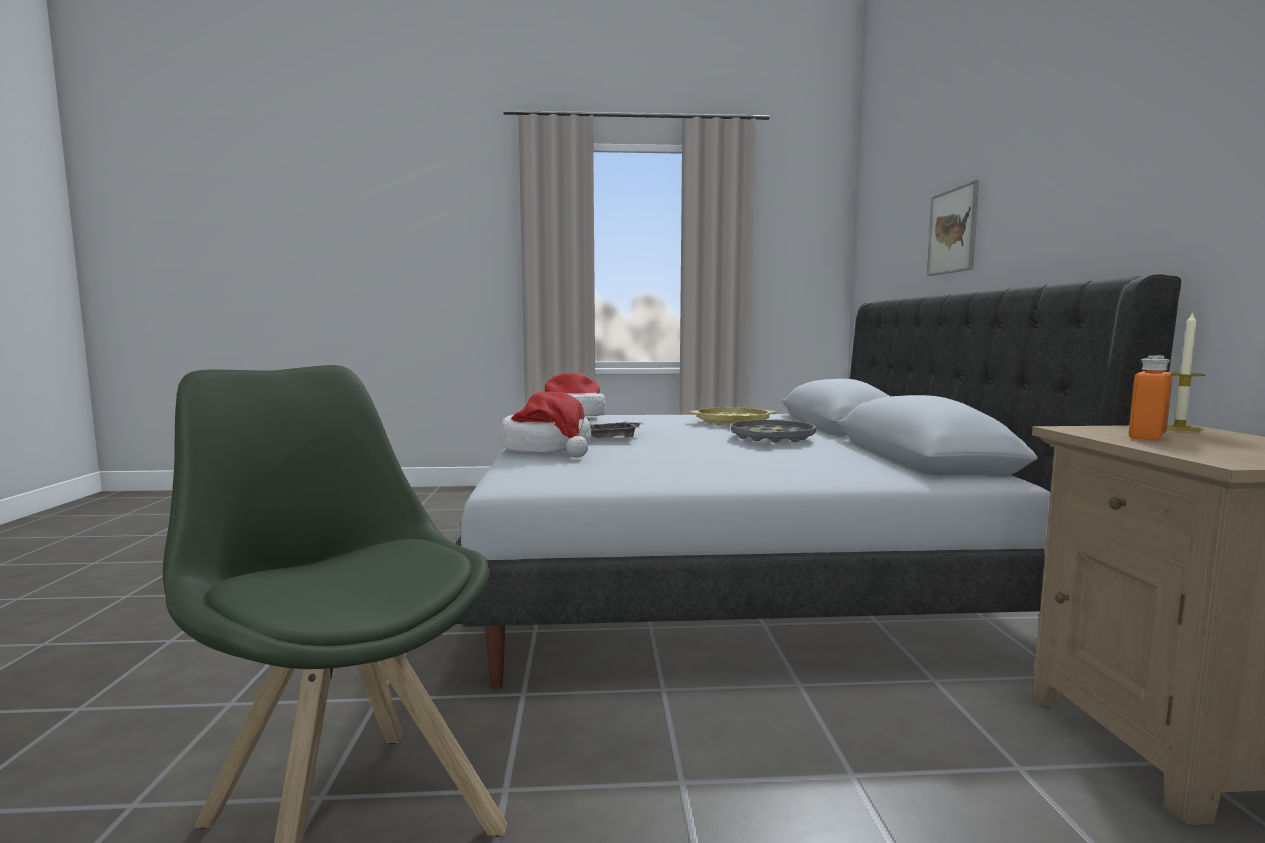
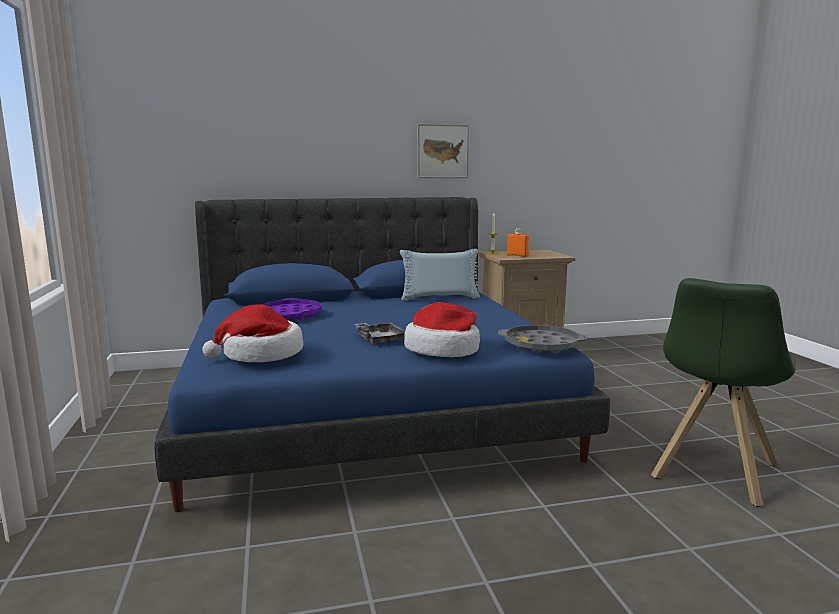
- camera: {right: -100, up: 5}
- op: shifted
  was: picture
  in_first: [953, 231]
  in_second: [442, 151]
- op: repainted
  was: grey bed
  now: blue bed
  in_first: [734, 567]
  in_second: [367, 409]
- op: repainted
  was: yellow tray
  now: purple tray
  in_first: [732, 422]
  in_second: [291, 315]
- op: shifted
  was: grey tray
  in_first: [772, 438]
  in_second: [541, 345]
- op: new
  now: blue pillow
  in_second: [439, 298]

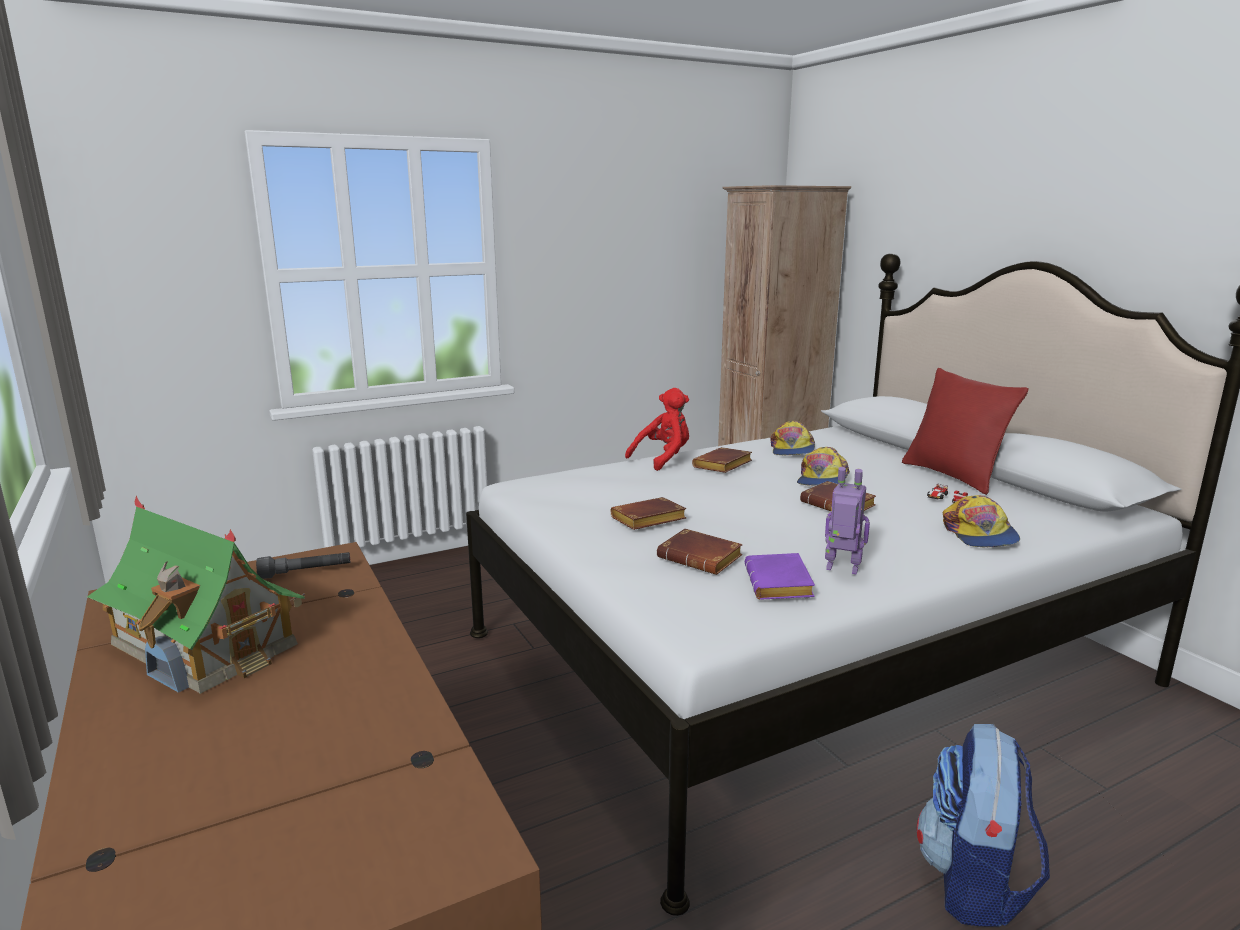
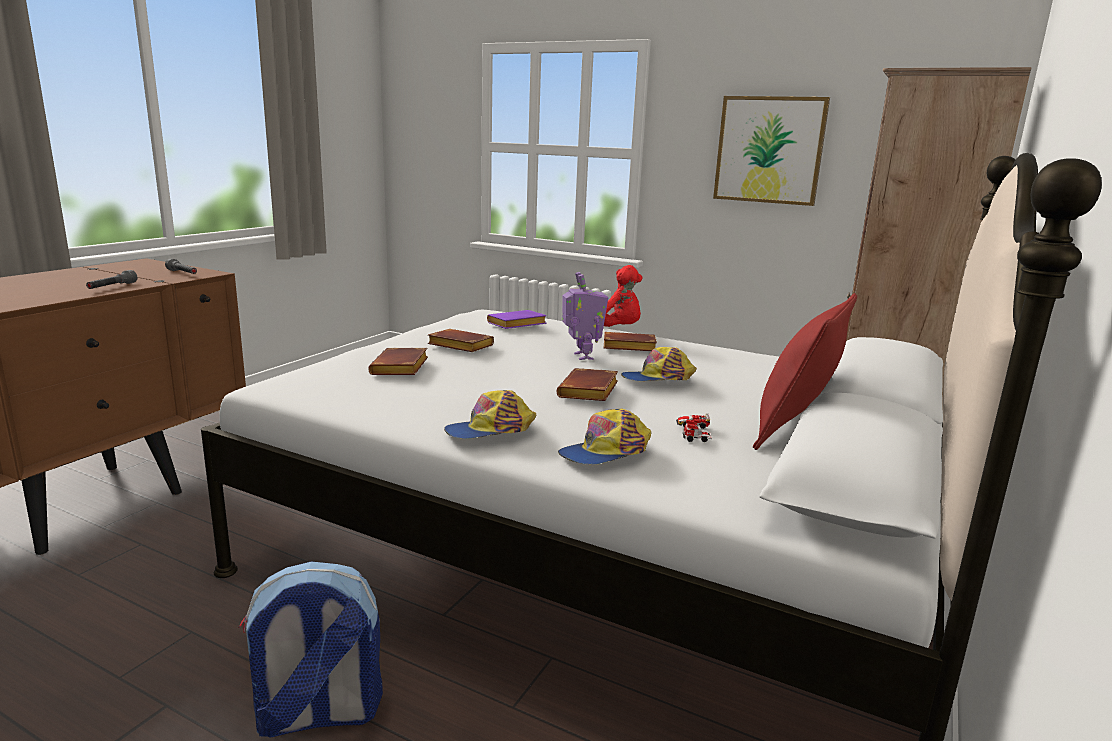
- camera: {right: 55, up: 0}
- op: shifted
  was: cap
  in_first: [792, 449]
  in_second: [491, 431]
- op: shifted
  was: toy robot
  in_first: [842, 569]
  in_second: [582, 356]
- op: gone
  was: toy house
  in_first: [205, 644]
- op: shifted
  was: purple book
  in_first: [781, 585]
  in_second: [516, 325]
- op: new
  now: picture
  in_second: [769, 150]
- op: new
  now: grey flashlight
  in_second: [112, 287]

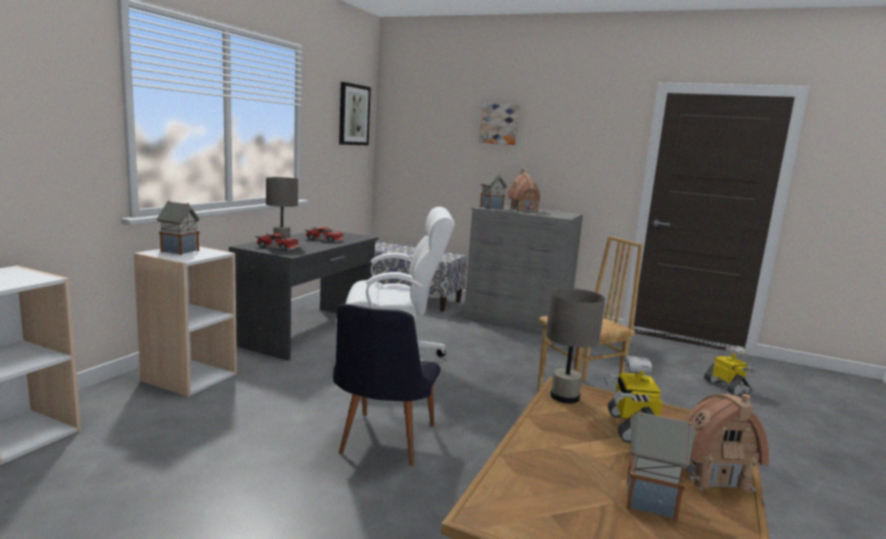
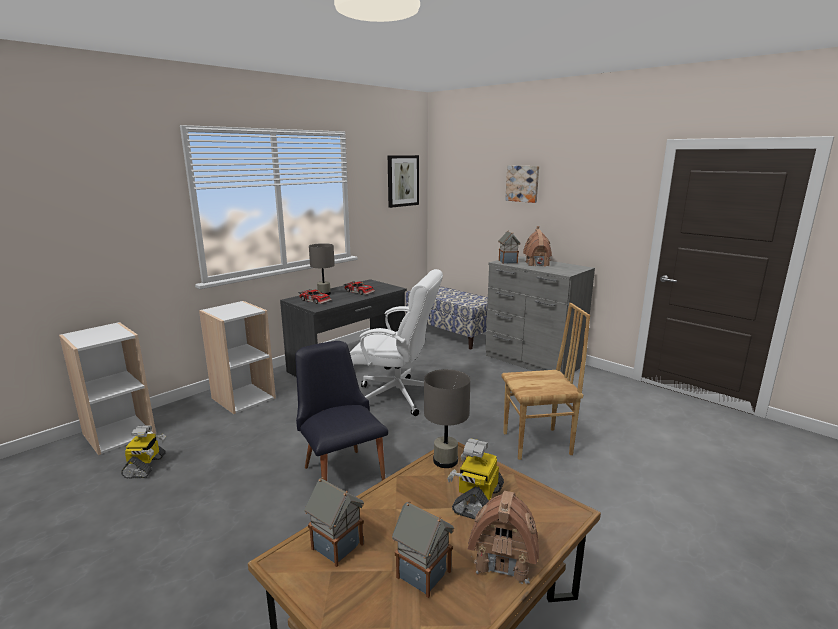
- camera: {right: 20, up: 5}
- op: shifted
  was: toy house
  in_first: [179, 251]
  in_second: [336, 546]
- op: rotated
  was: black chair
  in_first: [382, 443]
  in_second: [341, 470]
  clockwise: 120
- op: shifted
  was: toy robot
  in_first: [727, 387]
  in_second: [146, 466]

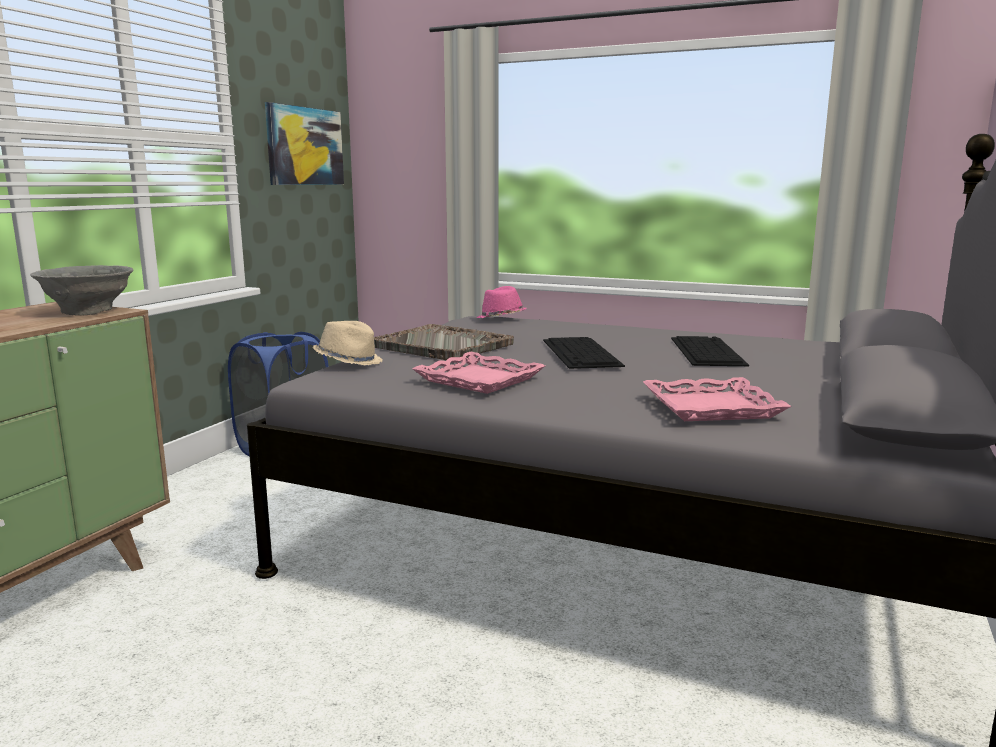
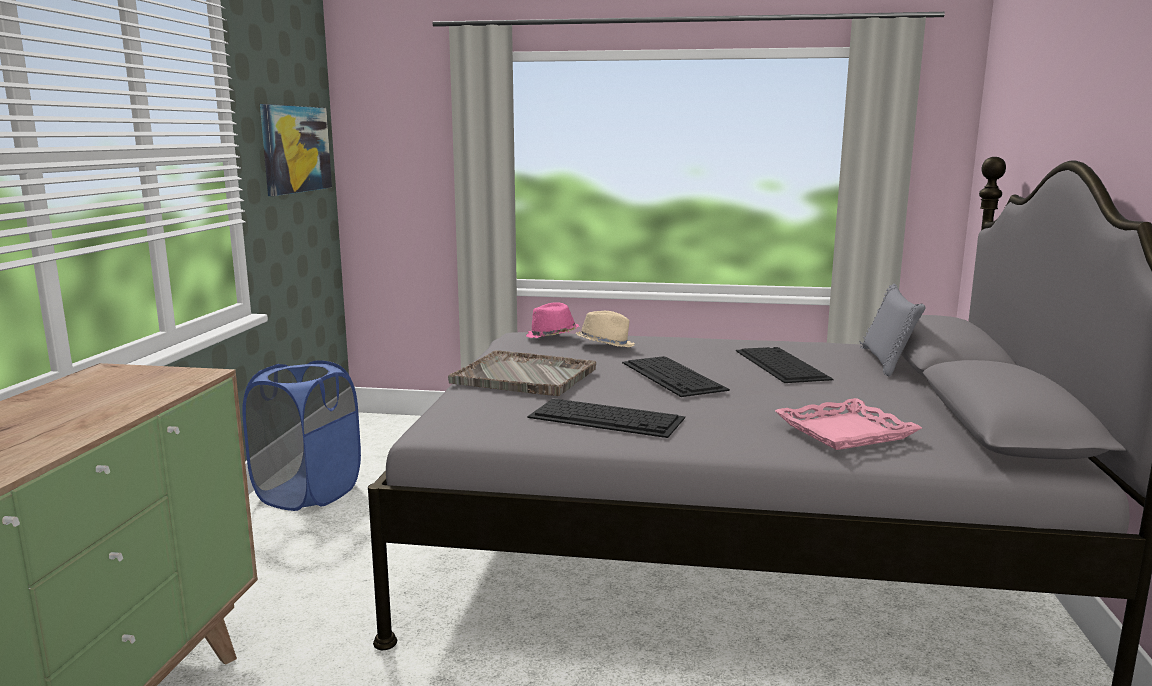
- camera: {right: -15, up: 0}
- op: gone
  was: grey bowl
  in_first: [88, 311]
- op: shifted
  was: beige hat
  in_first: [349, 361]
  in_second: [605, 345]
- op: swapped
  was: pink tray
  now: keyboard
  in_first: [480, 379]
  in_second: [608, 417]
- op: new
  now: grey pillow
  in_second: [887, 362]

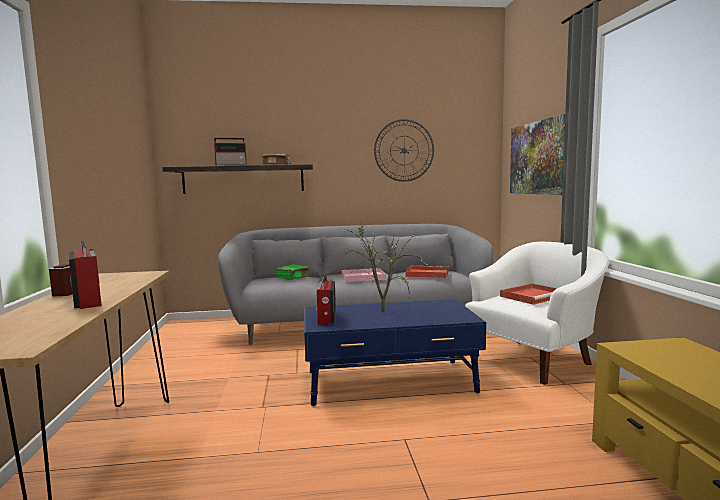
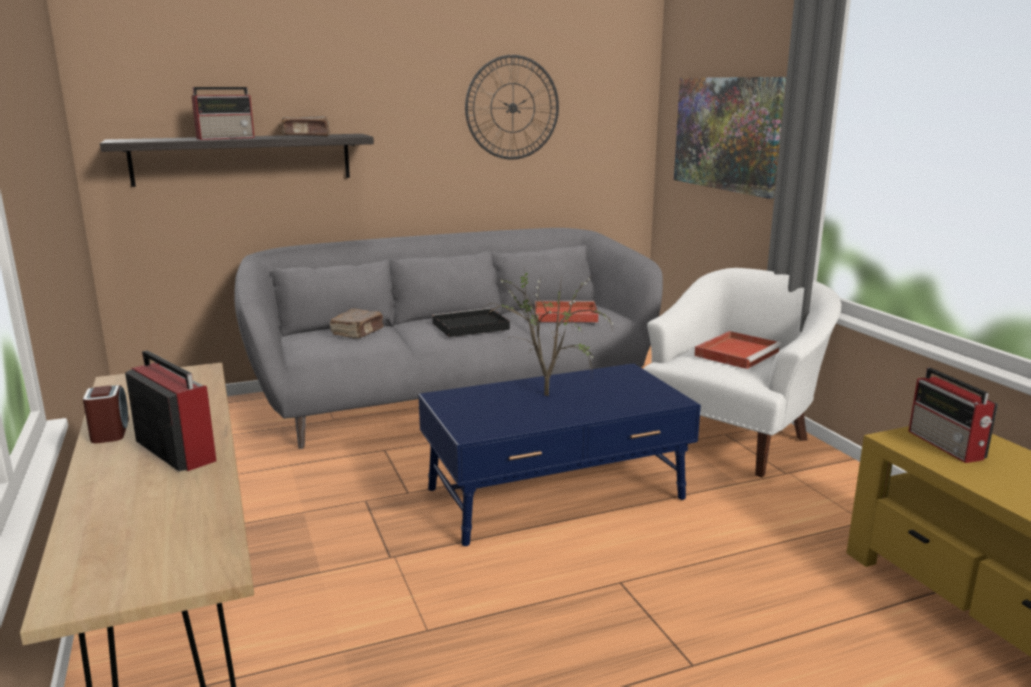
- camera: {right: -15, up: 10}
- op: repainted
  was: green book
  now: brown book
  in_first: [293, 277]
  in_second: [358, 332]
- op: repainted
  was: pink tray
  now: black tray
  in_first: [362, 277]
  in_second: [469, 326]
- op: shifted
  was: radio
  in_first: [326, 318]
  in_second: [947, 446]

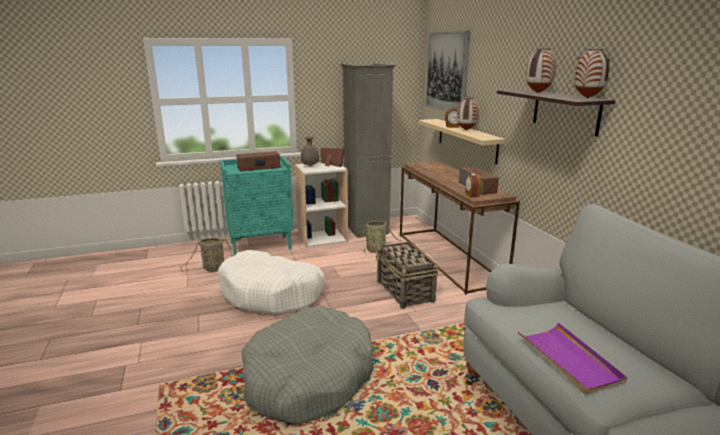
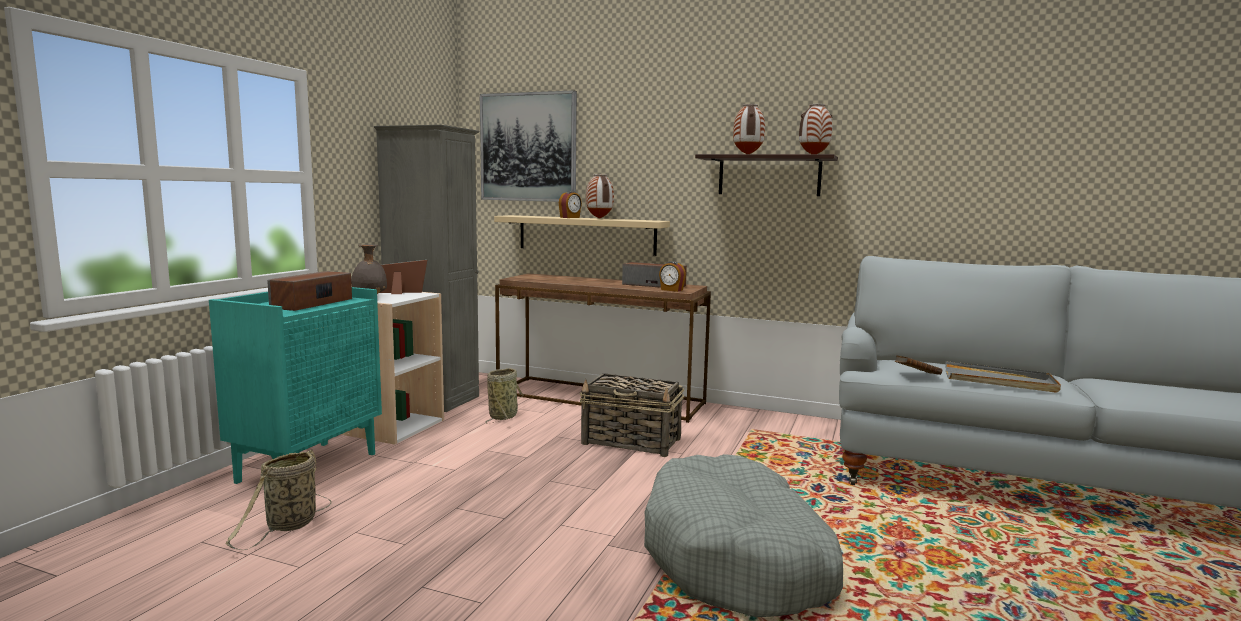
- camera: {right: -50, up: -10}
- op: gone
  was: white dog bed
  in_first: [271, 294]
- op: repainted
  was: purple tray
  now: grey tray
  in_first: [569, 360]
  in_second: [999, 381]
- op: new
  now: brown book
  in_second: [917, 375]

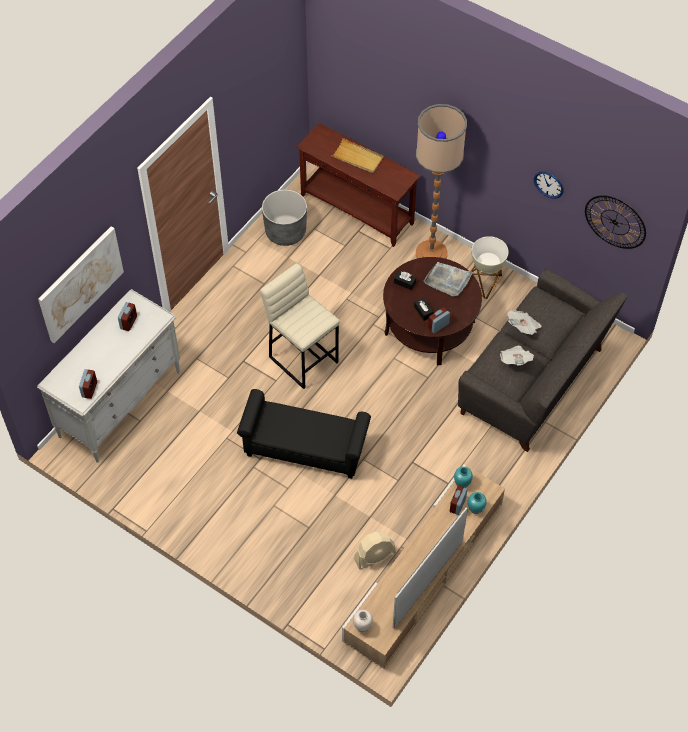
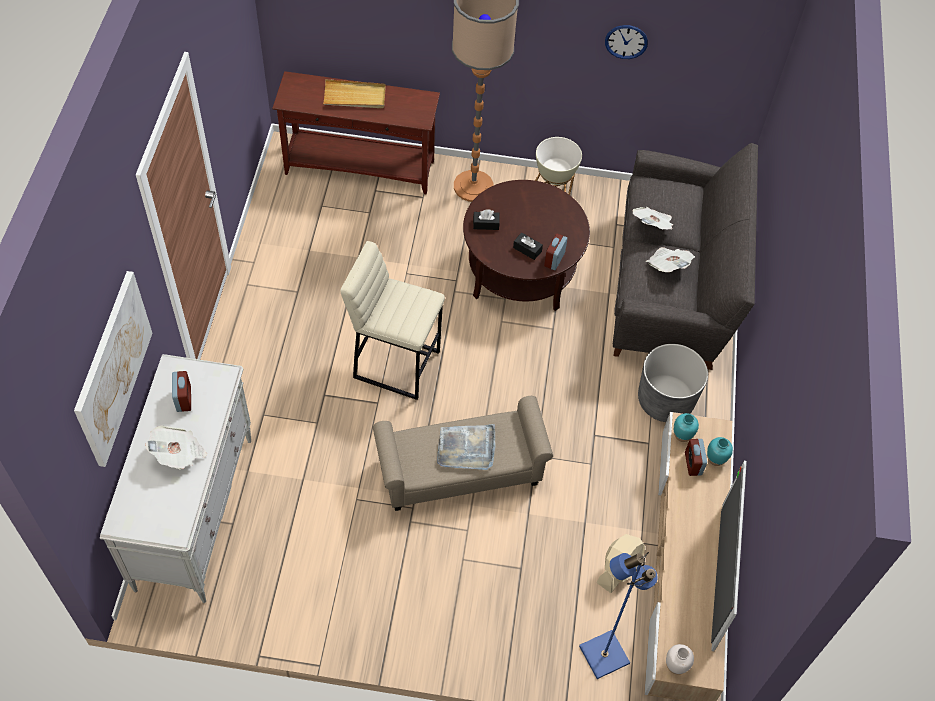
- camera: {right: -30, up: 0}
- op: shifted
  was: grey planter
  in_first: [285, 232]
  in_second: [665, 400]
- op: gone
  was: wall clock
  in_first: [615, 222]
- op: shifted
  was: grey tray
  in_first: [447, 280]
  in_second: [466, 448]
- op: gone
  was: alarm clock
  in_first: [89, 389]
- op: repainted
  was: black ottoman
  now: beige ottoman
  in_first: [305, 448]
  in_second: [460, 471]
- op: new
  now: newspaper
  in_second: [179, 454]
- op: new
  now: blue floor lamp
  in_second: [604, 655]

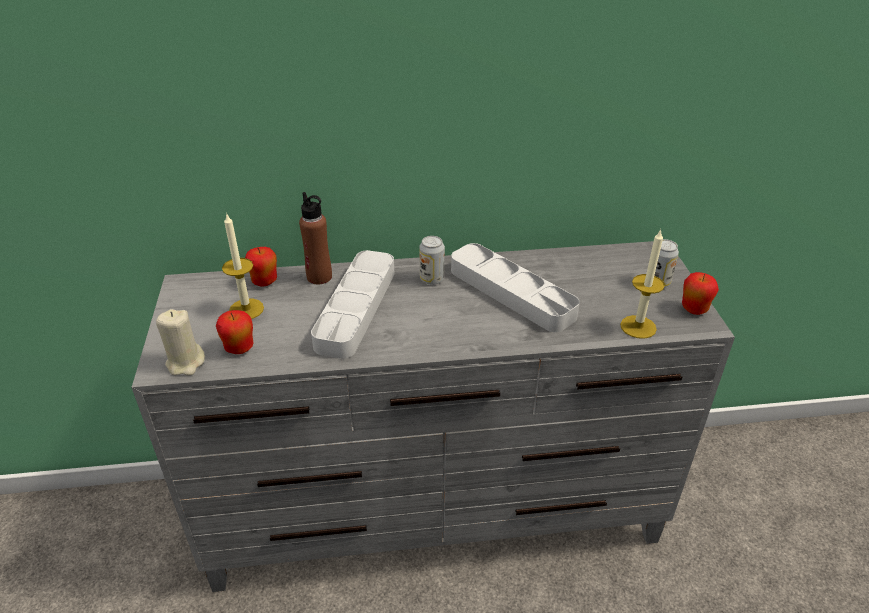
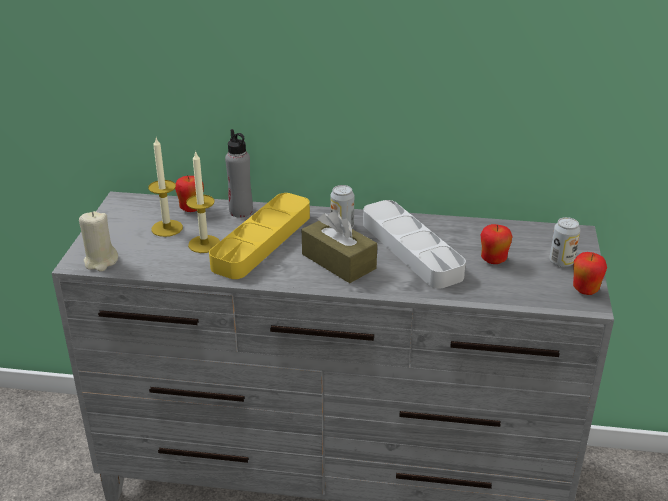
- camera: {right: 15, up: -5}
- op: repainted
  was: brown bottle
  now: grey bottle
  in_first: [319, 277]
  in_second: [241, 211]
- op: shifted
  was: candle
  in_first: [638, 327]
  in_second: [204, 244]
- op: repainted
  was: grey tray
  now: yellow tray
  in_first: [356, 308]
  in_second: [262, 241]
- op: shifted
  was: apple
  in_first: [239, 349]
  in_second: [493, 260]
- op: new
  now: brown tissue box
  in_second: [338, 261]

